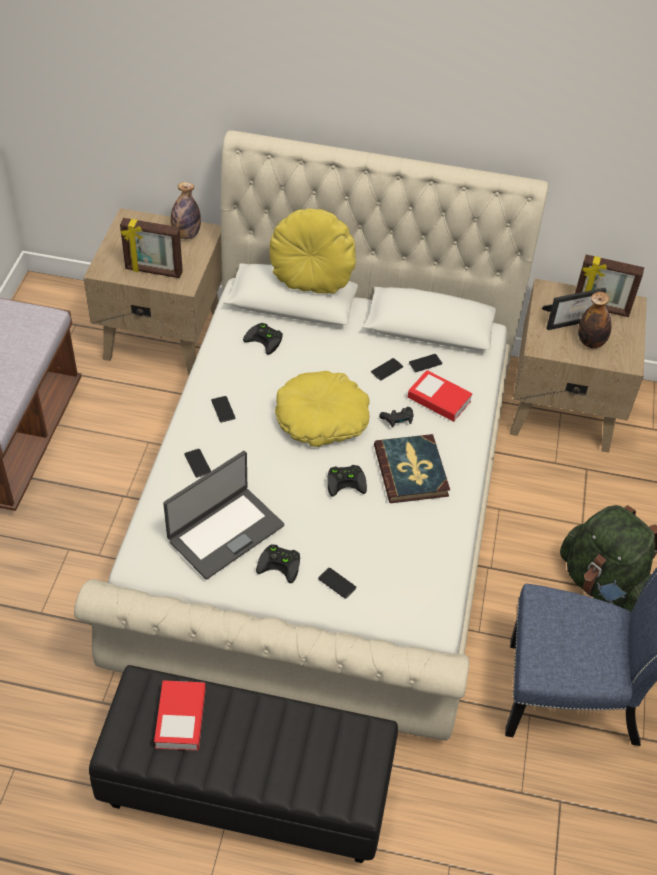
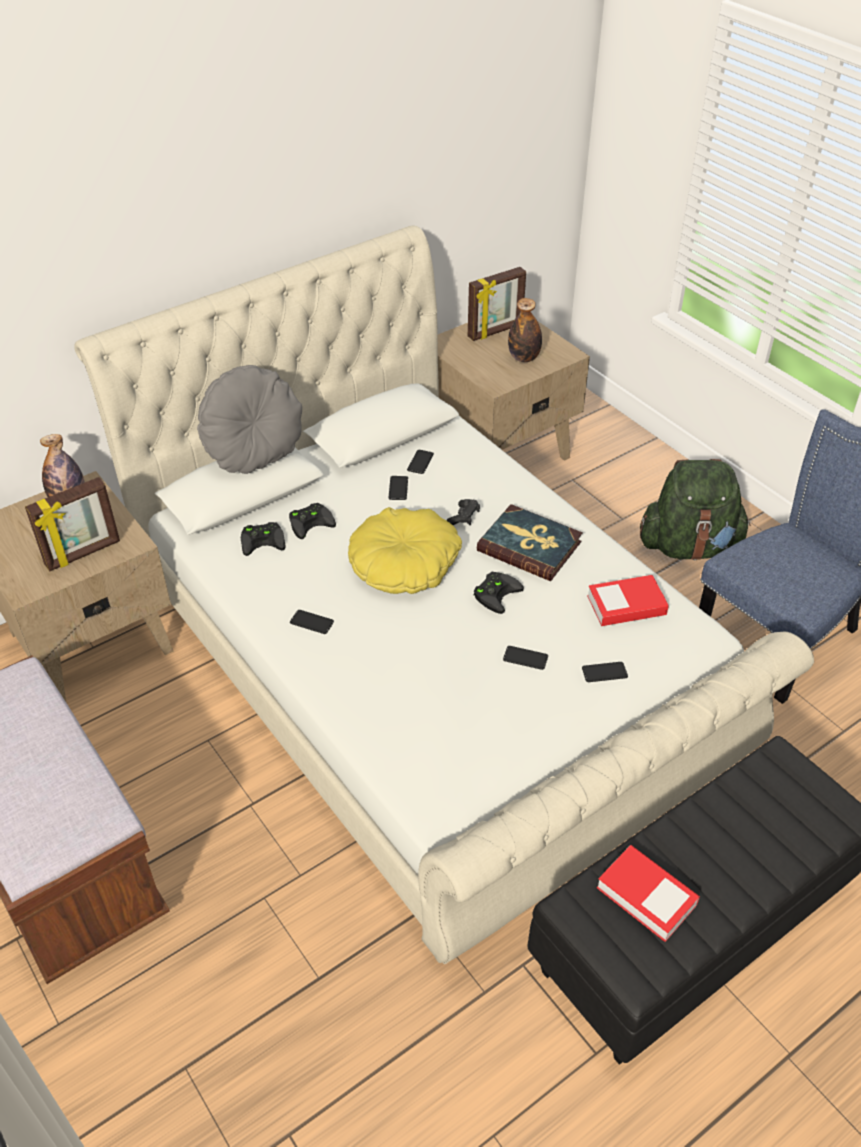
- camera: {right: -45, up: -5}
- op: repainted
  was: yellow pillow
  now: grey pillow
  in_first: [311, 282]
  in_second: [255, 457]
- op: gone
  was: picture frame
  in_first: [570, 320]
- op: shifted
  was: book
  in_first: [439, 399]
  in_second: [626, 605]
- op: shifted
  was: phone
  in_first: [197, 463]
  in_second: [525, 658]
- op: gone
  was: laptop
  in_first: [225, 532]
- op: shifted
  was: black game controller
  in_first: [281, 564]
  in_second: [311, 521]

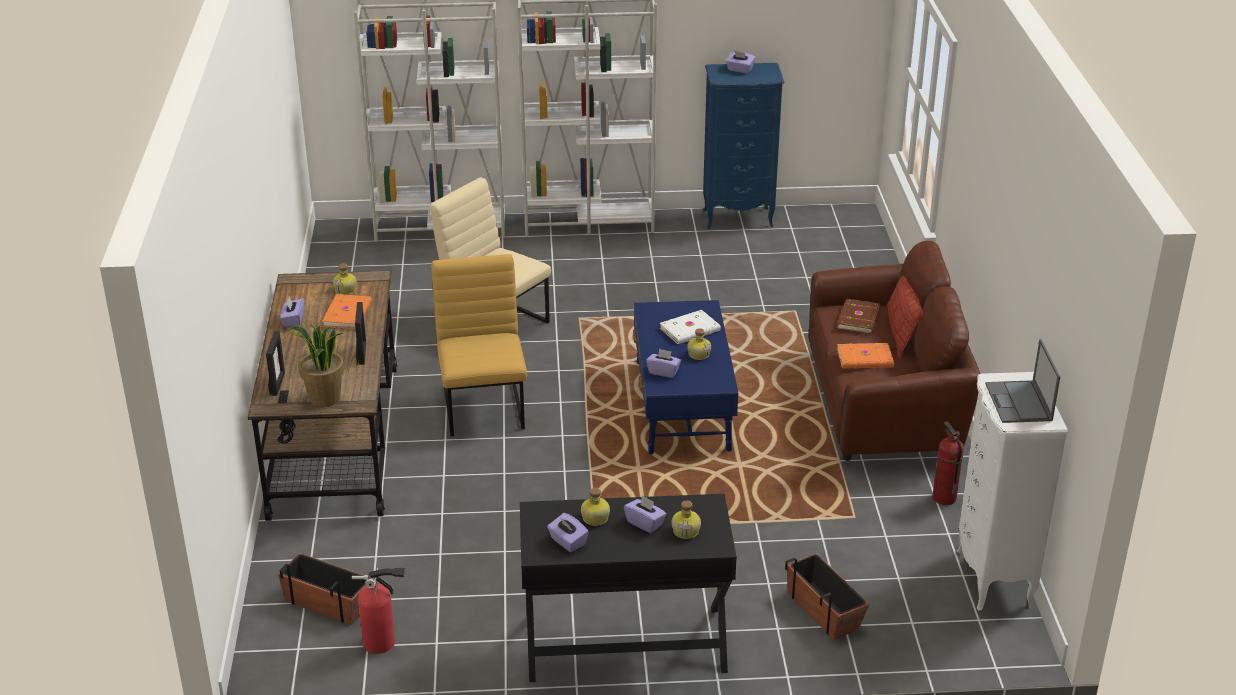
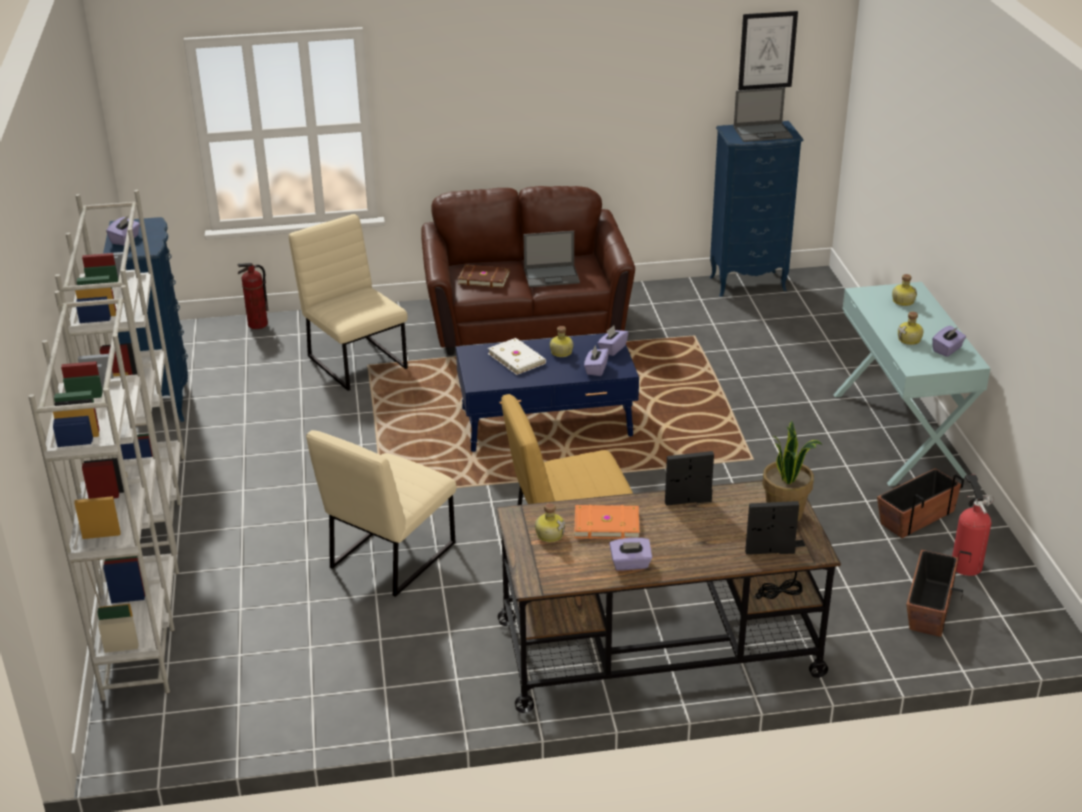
- camera: {right: -95, up: 0}
- op: gone
  was: pillow
  in_first: [901, 331]
- op: swapped
  was: orange book
  now: laptop
  in_first: [865, 359]
  in_second: [552, 276]
- op: repainted
  was: white dresser
  now: blue dresser
  in_first: [990, 578]
  in_second: [748, 285]
- op: shifted
  was: fire extinguisher
  in_first: [943, 498]
  in_second: [257, 324]
- op: repainted
  was: black desk
  now: turquoise desk
  in_first: [625, 644]
  in_second: [899, 434]
- op: shifted
  was: purple tissue box
  in_first: [645, 523]
  in_second: [612, 349]
- op: shifted
  was: planter
  in_first: [823, 610]
  in_second: [916, 517]
- op: new
  now: picture
  in_second: [767, 50]
- op: new
  now: beige chair
  in_second: [356, 361]

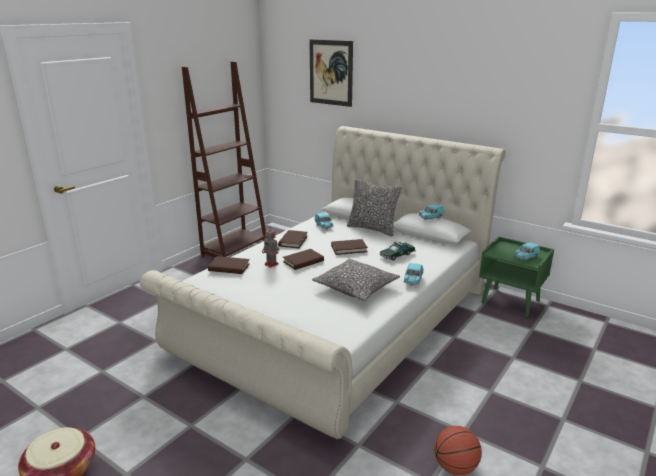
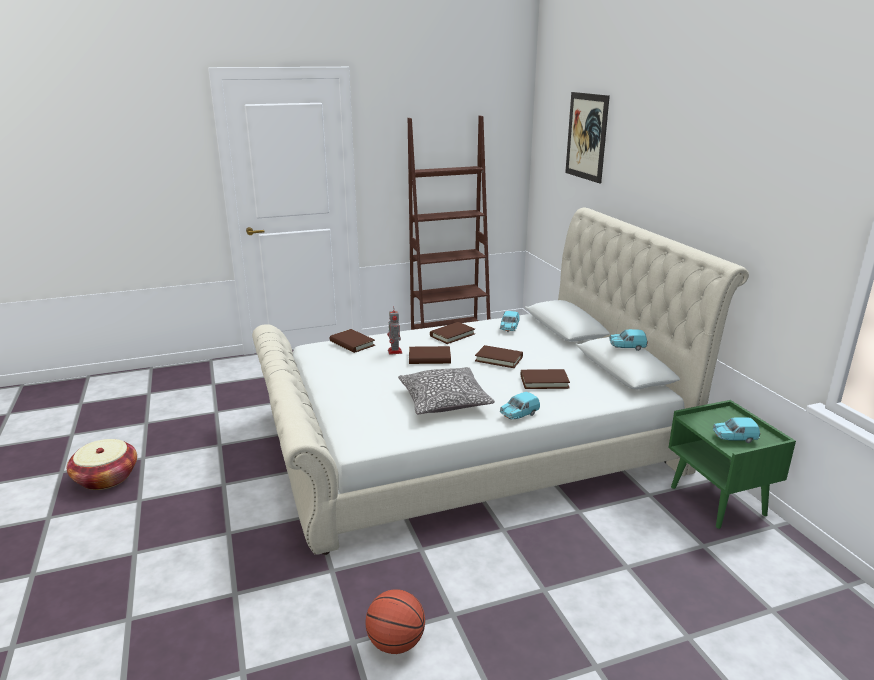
- camera: {right: 35, up: 0}
- op: gone
  was: pillow
  in_first: [372, 229]
- op: swapped
  was: toy car
  now: brown book
  in_first: [397, 255]
  in_second: [544, 381]

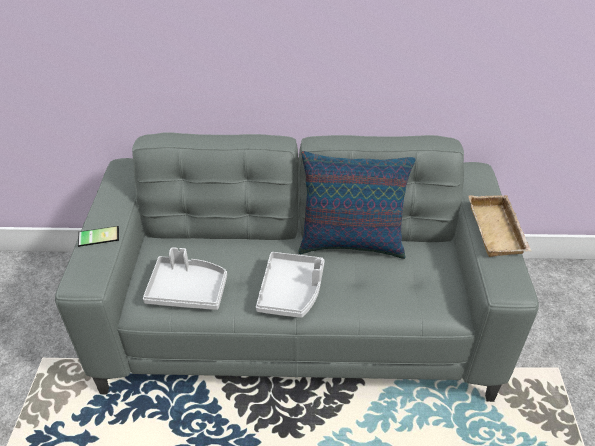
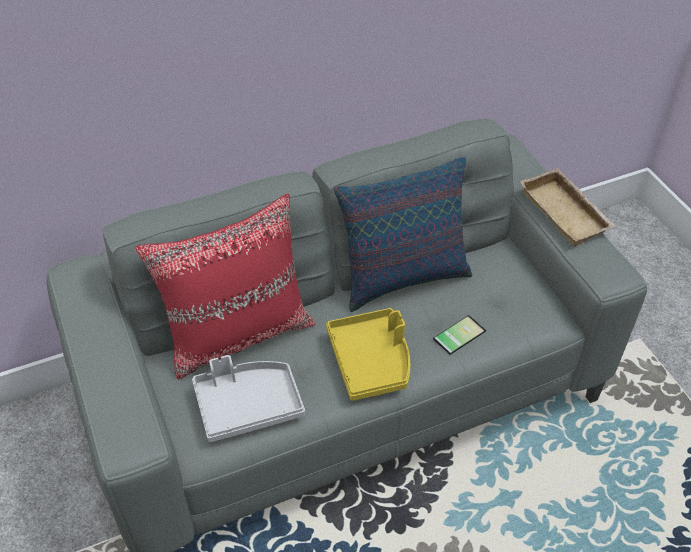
- camera: {right: -25, up: 5}
- op: shifted
  was: phone
  in_first: [98, 235]
  in_second: [457, 333]
- op: repainted
  was: grey tray
  now: yellow tray
  in_first: [291, 291]
  in_second: [371, 361]
- op: new
  now: red pillow
  in_second: [239, 334]

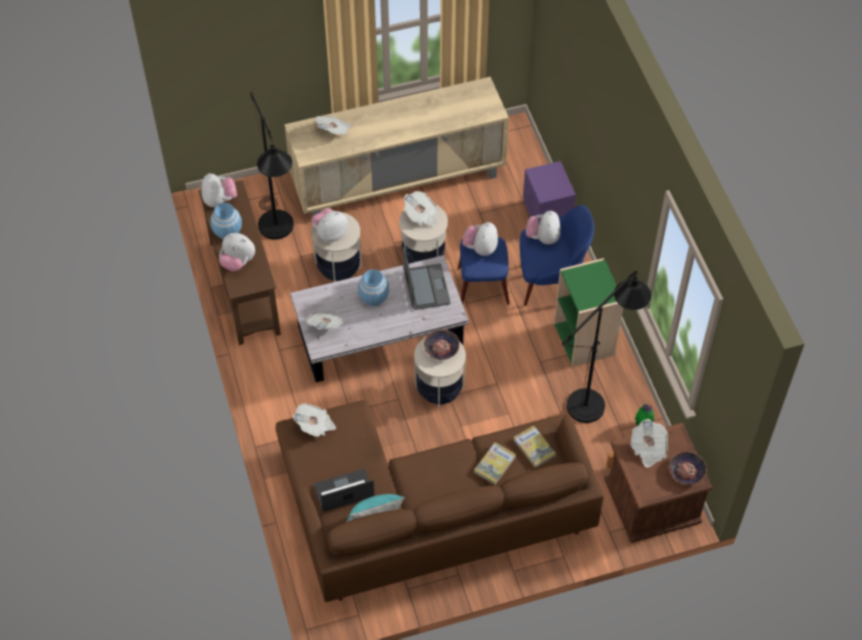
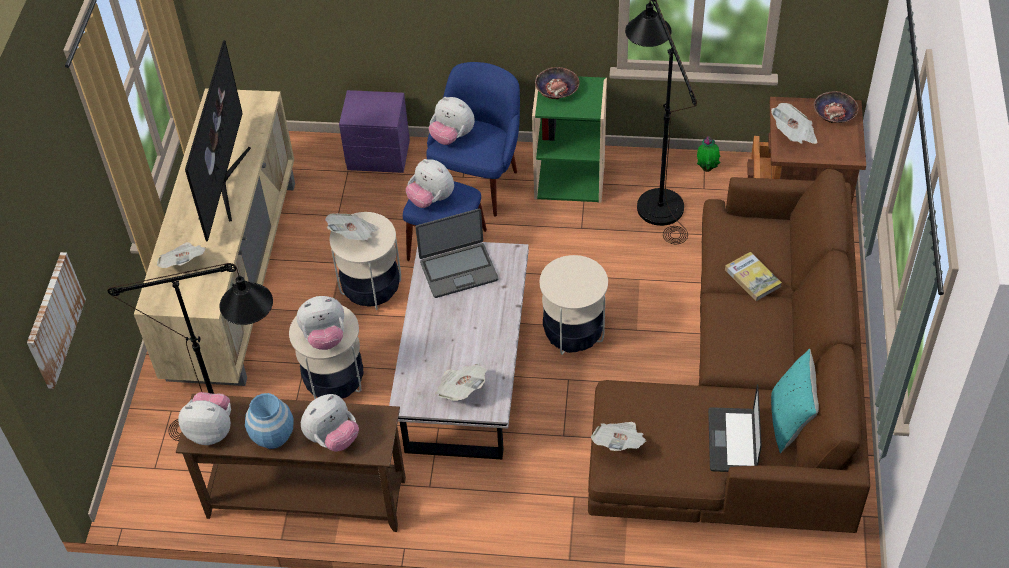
- camera: {right: -65, up: -5}
- op: rotated
  was: plush toy
  in_first: [330, 234]
  in_second: [325, 337]
  clockwise: -90
- op: rotated
  was: laptop
  in_first: [426, 287]
  in_second: [458, 270]
  clockwise: 150
- op: gone
  was: blue vase
  in_first: [373, 298]
- op: shifted
  was: bowl
  in_first: [441, 348]
  in_second: [557, 89]
- op: gone
  was: book
  in_first: [534, 447]
- op: new
  now: television
  in_second: [224, 183]
- op: new
  now: picture
  in_second: [54, 319]

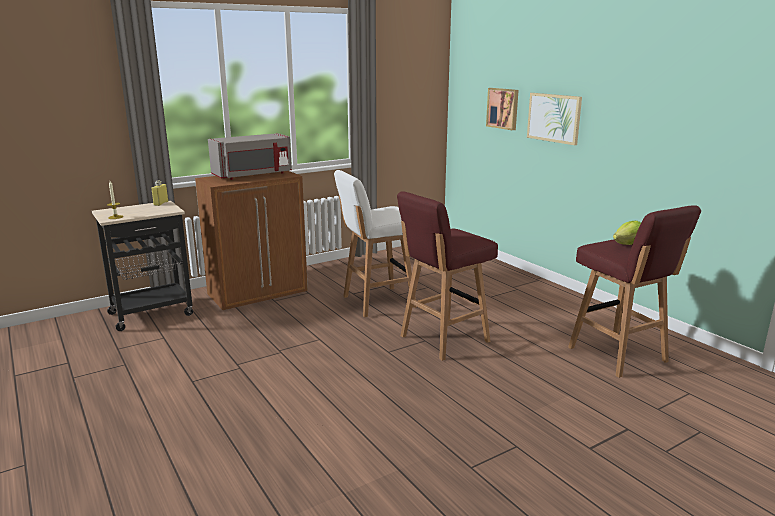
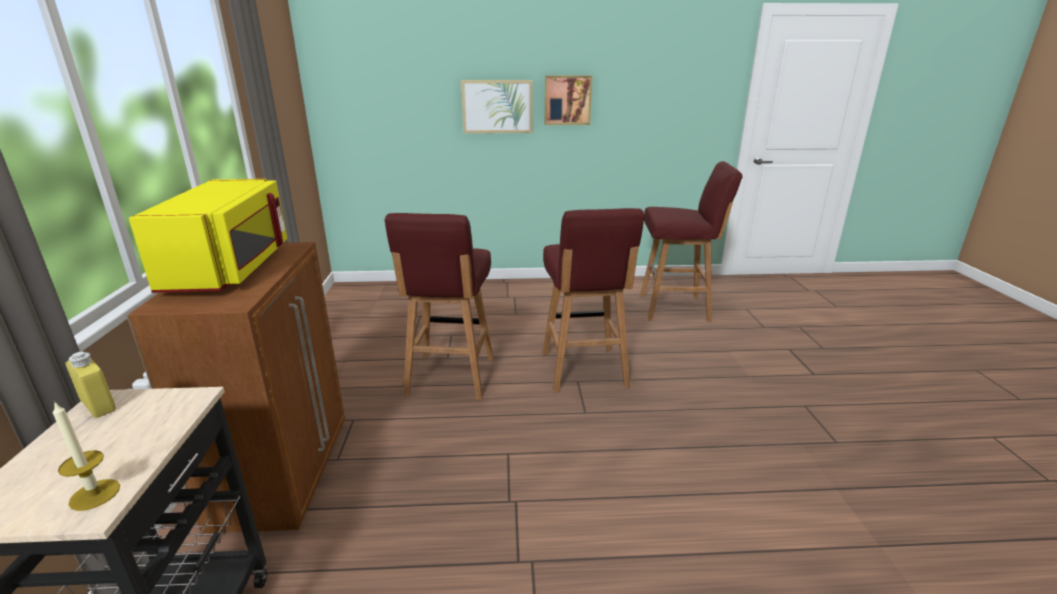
- camera: {right: -60, up: 5}
- op: shifted
  was: picture
  in_first: [503, 108]
  in_second: [567, 100]
- op: repainted
  was: grey microwave
  now: yellow microwave
  in_first: [253, 175]
  in_second: [232, 267]
- op: repainted
  was: white stool
  now: red stool
  in_first: [377, 302]
  in_second: [450, 377]
- op: gone
  was: lettuce
  in_first: [628, 244]

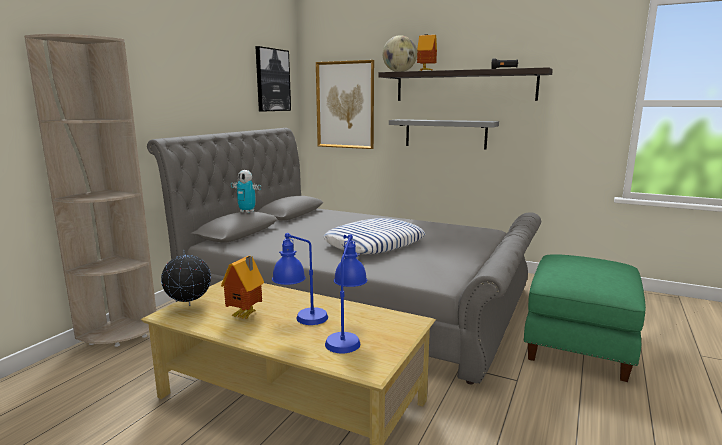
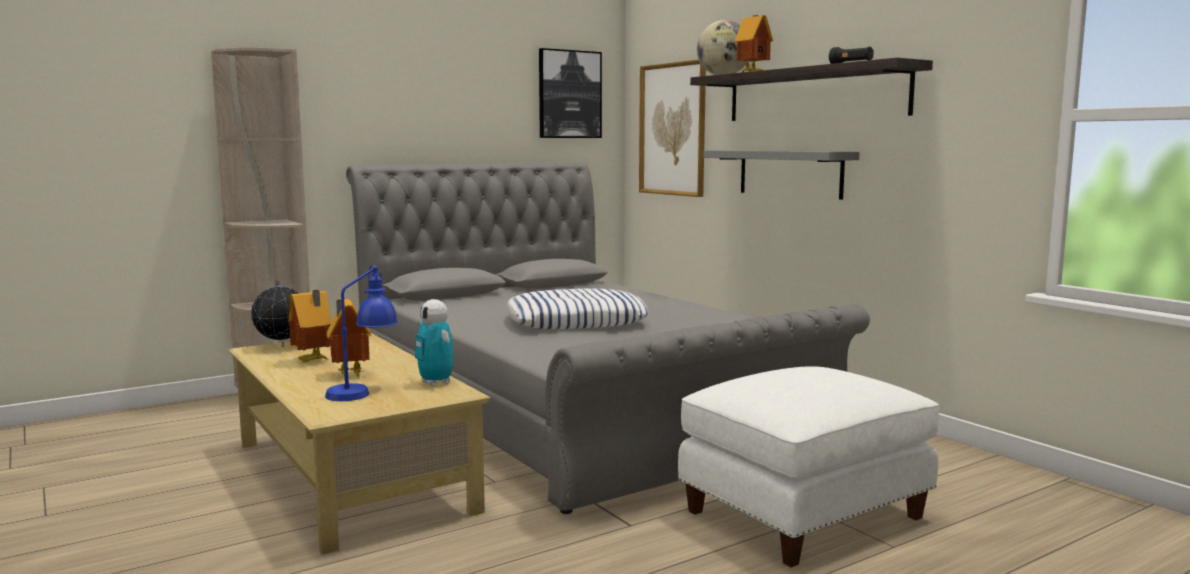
- camera: {right: 30, up: -5}
- op: shifted
  was: toy robot
  in_first: [247, 211]
  in_second: [436, 383]
- op: swapped
  was: blue table lamp
  now: toy house
  in_first: [302, 323]
  in_second: [348, 374]
- op: repainted
  was: green ottoman
  now: white ottoman
  in_first: [577, 343]
  in_second: [803, 513]

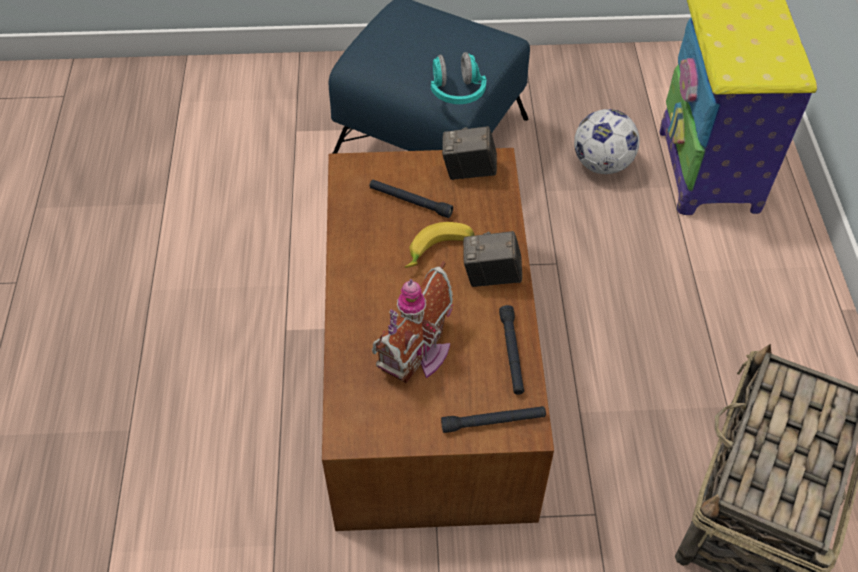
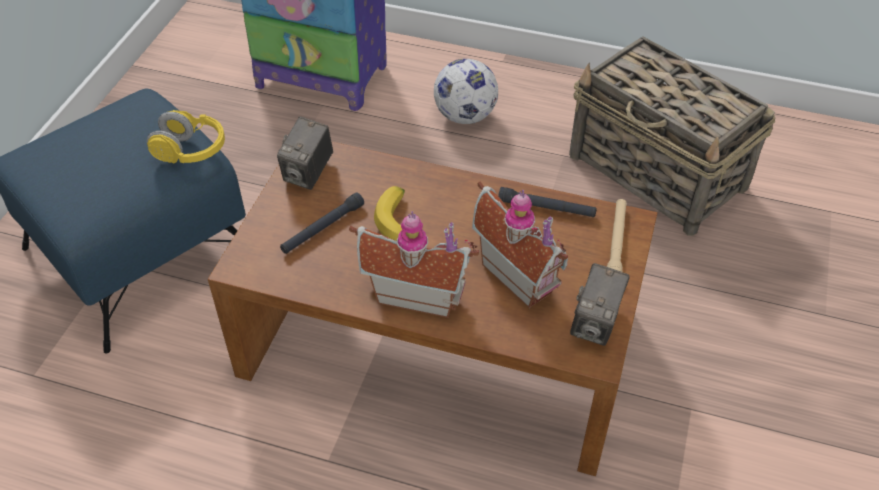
- camera: {right: -70, up: -5}
- op: repainted
  was: turquoise headphones
  now: yellow headphones
  in_first: [457, 91]
  in_second: [190, 151]
- op: shifted
  was: football
  in_first: [602, 164]
  in_second: [465, 116]
- op: shifted
  was: photo camera
  in_first: [491, 276]
  in_second: [595, 324]
- op: repainted
  was: black flashlight
  now: beige flashlight
  in_first: [493, 422]
  in_second: [616, 242]
- op: new
  now: toy house
  in_second: [417, 292]

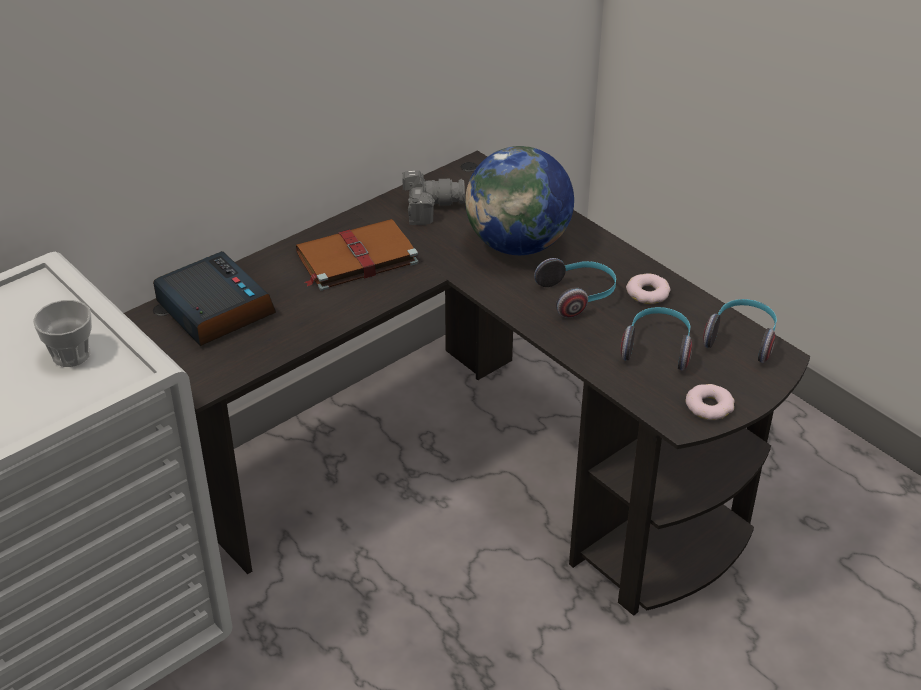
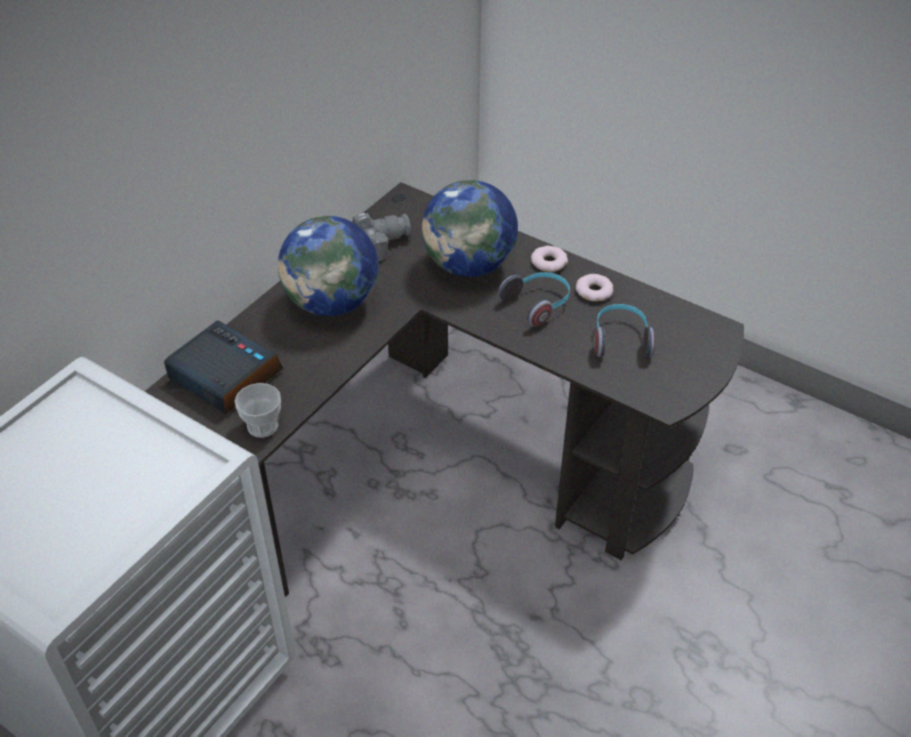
- camera: {right: -15, up: 5}
- op: swapped
  was: brown book
  now: globe
  in_first: [355, 258]
  in_second: [332, 303]
- op: gone
  was: headphones
  in_first: [742, 339]
- op: shifted
  was: cup
  in_first: [71, 355]
  in_second: [262, 426]
- op: shifted
  was: donut
  in_first: [709, 406]
  in_second: [549, 262]

